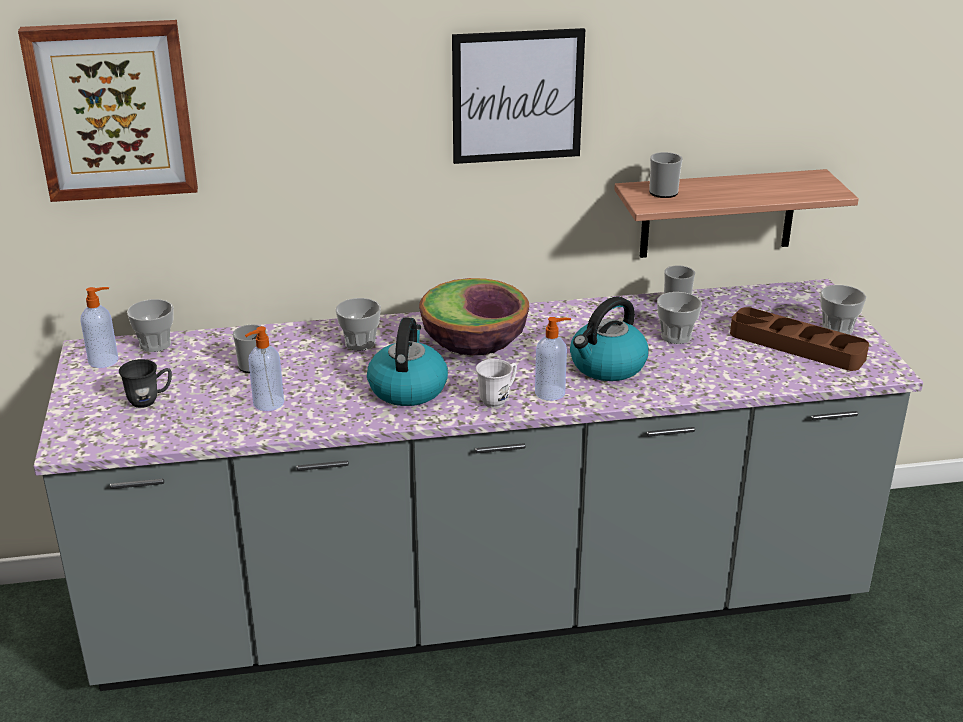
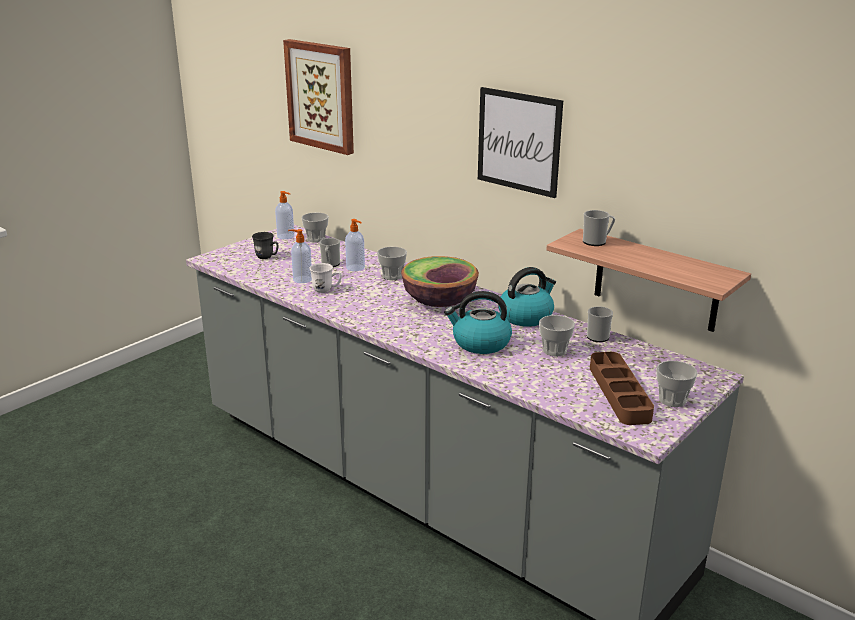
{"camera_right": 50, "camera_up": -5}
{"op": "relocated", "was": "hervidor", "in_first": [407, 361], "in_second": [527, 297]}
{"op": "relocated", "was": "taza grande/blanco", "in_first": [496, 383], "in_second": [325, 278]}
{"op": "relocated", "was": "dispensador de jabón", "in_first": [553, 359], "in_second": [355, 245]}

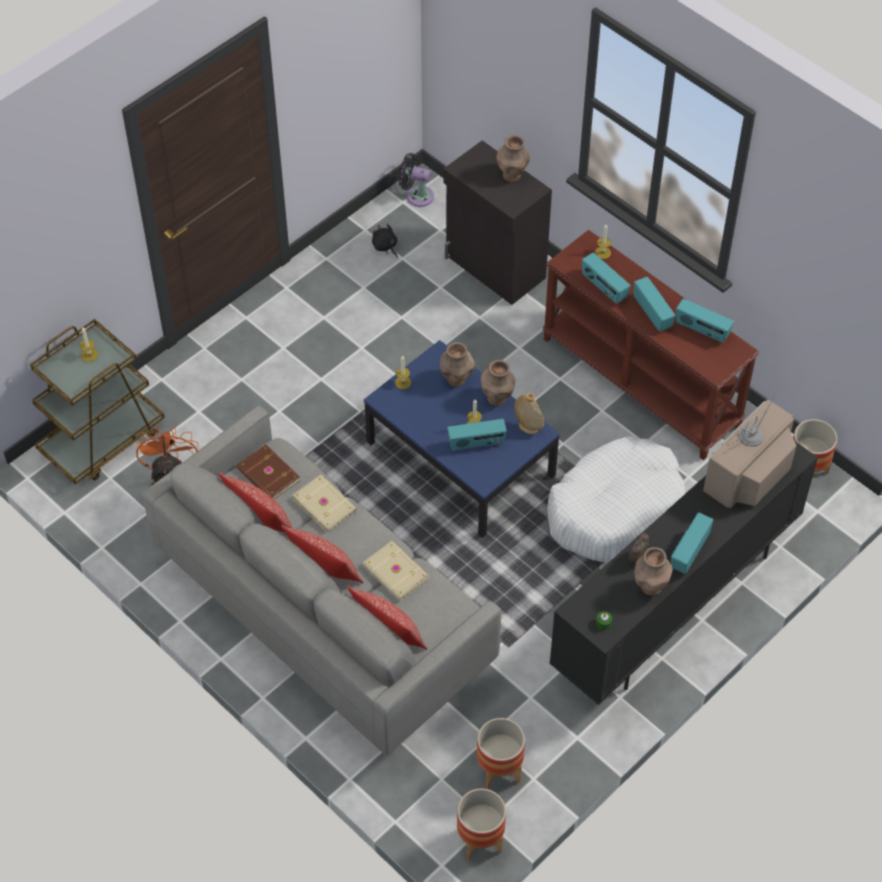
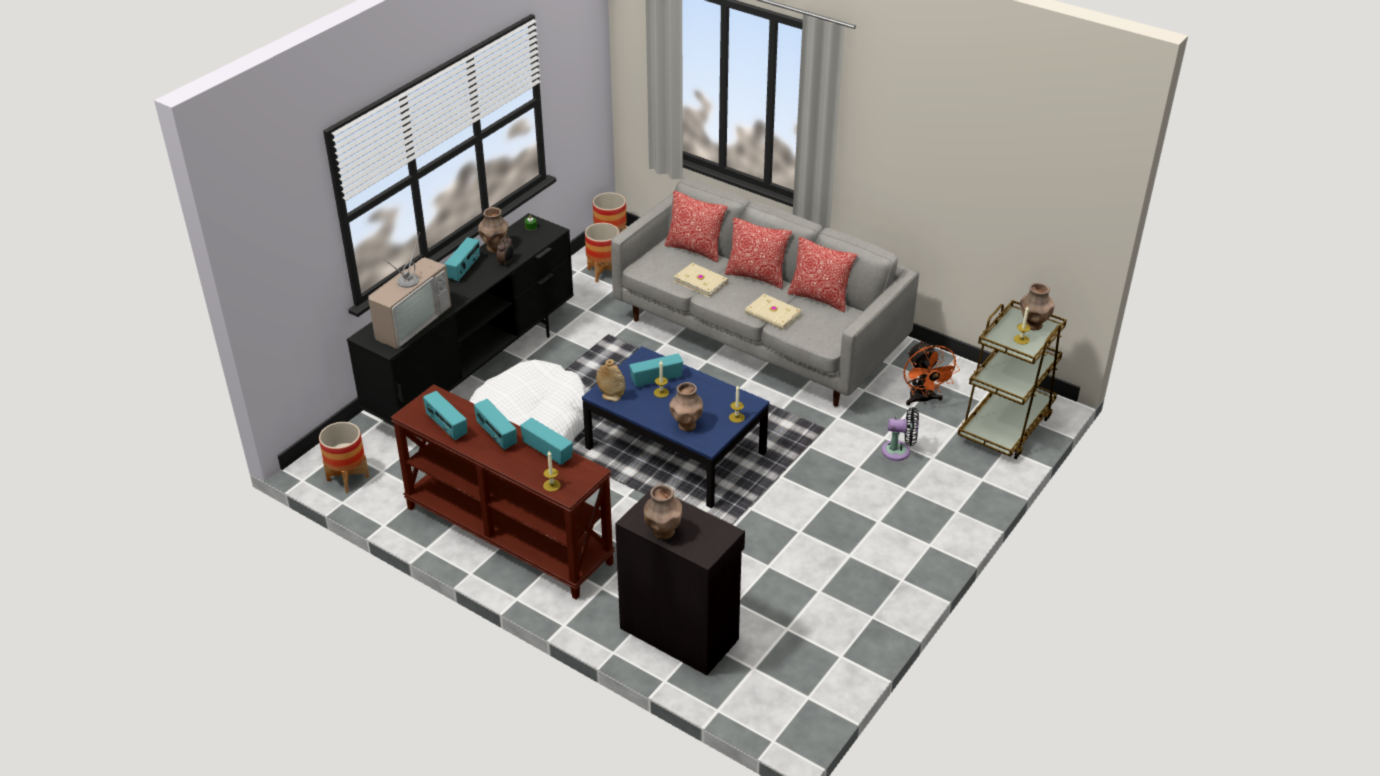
{"camera_right": 170, "camera_up": -15}
{"op": "missing", "was": "libro/marrón", "in_first": [268, 472]}
{"op": "missing", "was": "peluche/negro", "in_first": [385, 241]}
{"op": "relocated", "was": "ventilador/negro", "in_first": [416, 180], "in_second": [900, 434]}
{"op": "relocated", "was": "florero/marrón", "in_first": [498, 383], "in_second": [1037, 306]}
{"op": "spun", "was": "radio", "in_first": [705, 321], "in_second": [445, 415], "clockwise": -150}

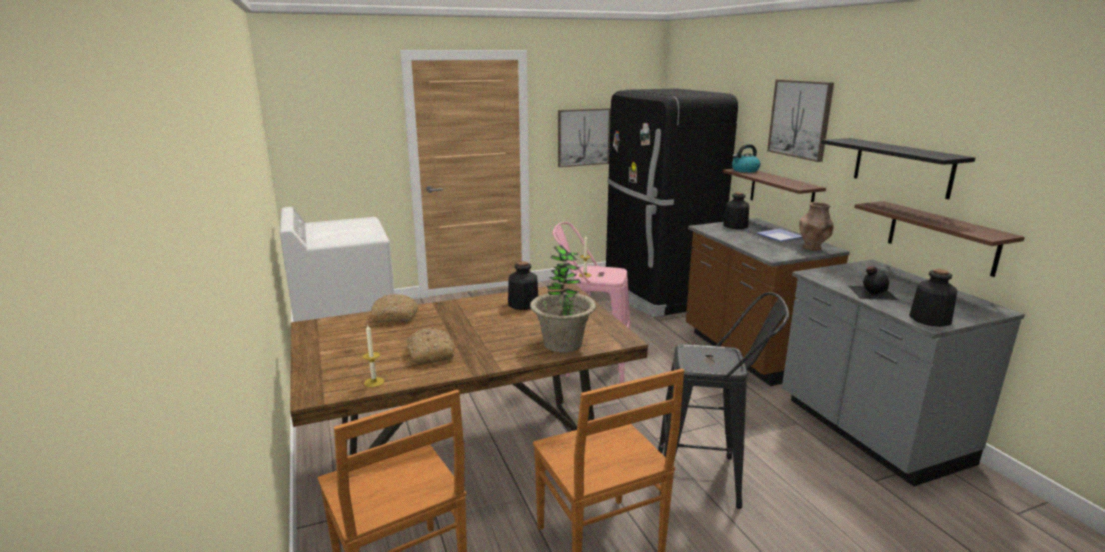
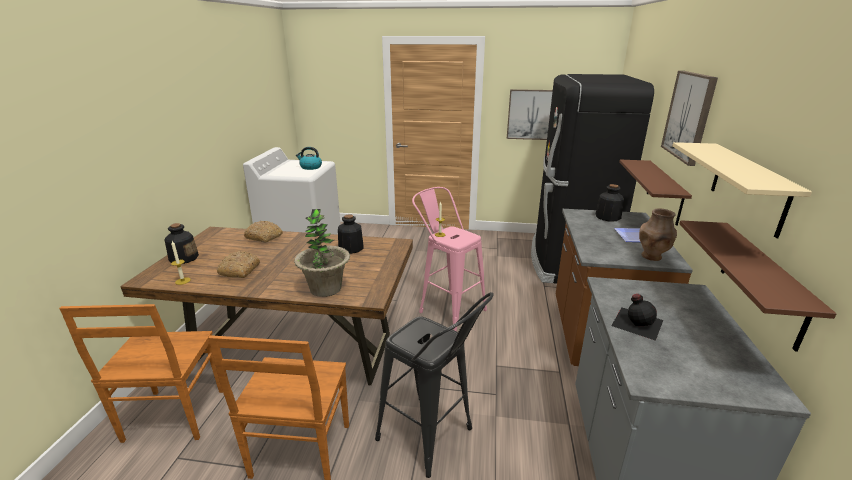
{"camera_right": 30, "camera_up": 5}
{"op": "relocated", "was": "hervidor", "in_first": [746, 158], "in_second": [309, 158]}
{"op": "relocated", "was": "botella", "in_first": [933, 298], "in_second": [181, 243]}
{"op": "colour", "was": "estante/negro", "now": "estante/beis", "in_first": [898, 168], "in_second": [742, 190]}

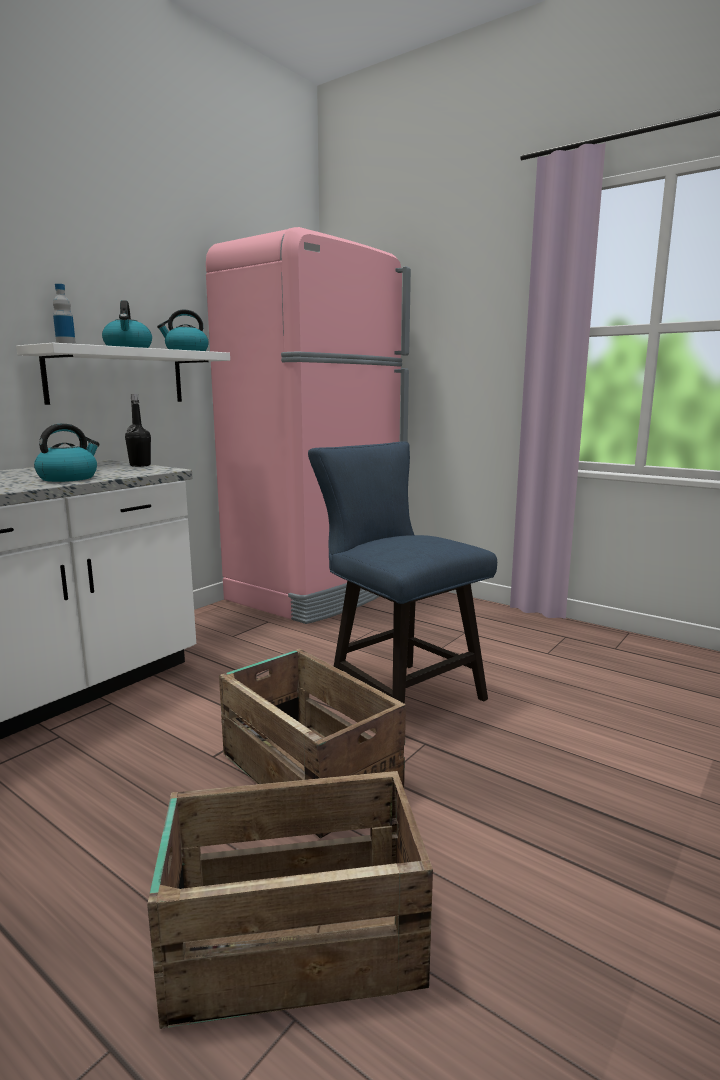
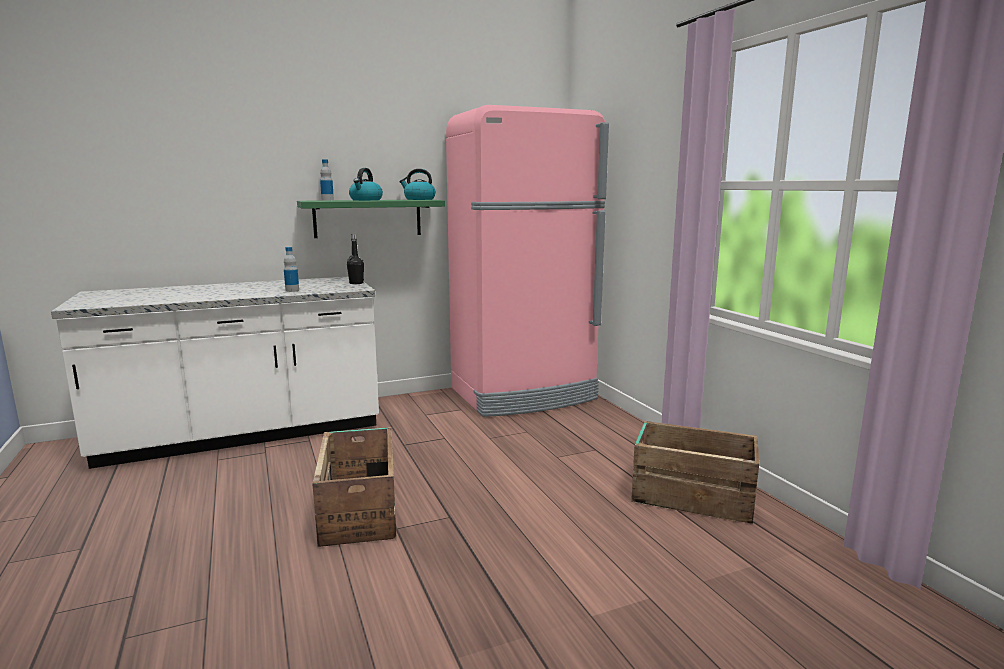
{"camera_right": 30, "camera_up": 0}
{"op": "missing", "was": "silla/azul", "in_first": [402, 572]}
{"op": "relocated", "was": "caja de embalaje", "in_first": [290, 900], "in_second": [695, 472]}
{"op": "exchanged", "was": "hervidor", "now": "botella", "in_first": [67, 453], "in_second": [291, 269]}
{"op": "colour", "was": "estante/blanco", "now": "estante/verde", "in_first": [123, 374], "in_second": [371, 219]}

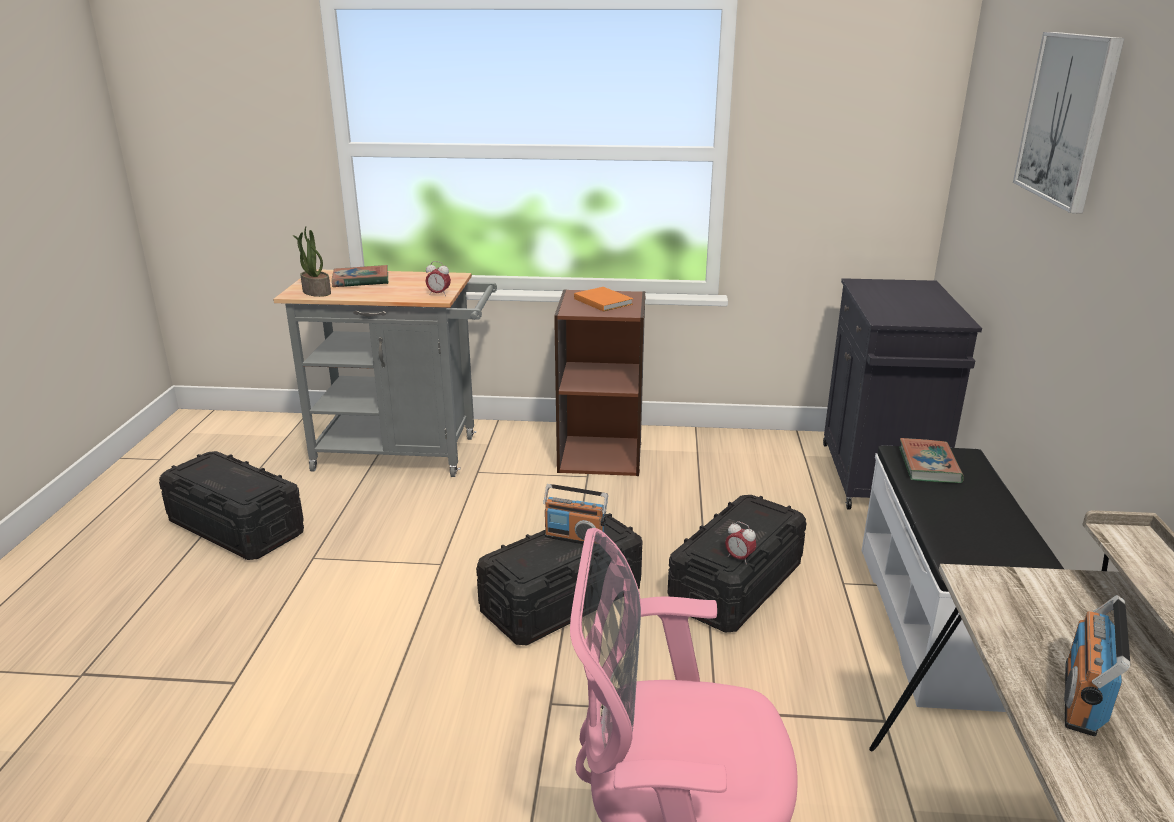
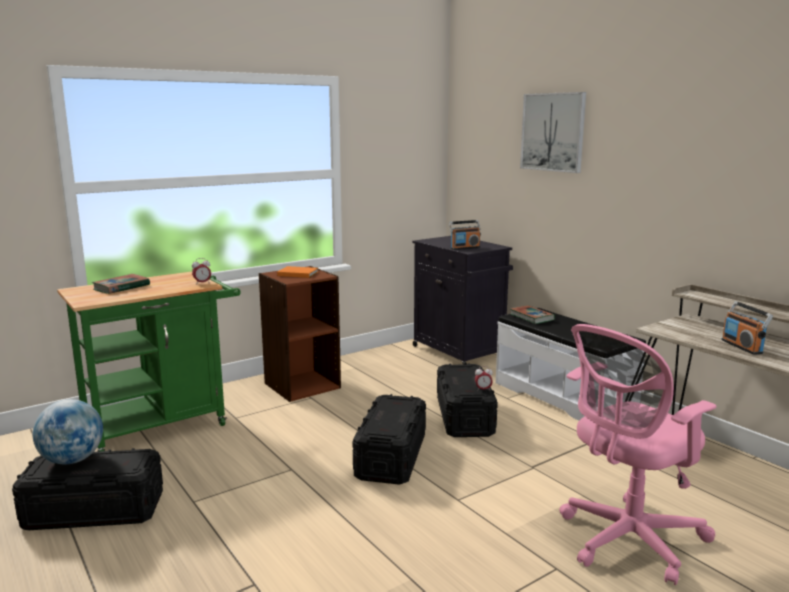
{"camera_right": -40, "camera_up": -10}
{"op": "missing", "was": "planta en maceta", "in_first": [312, 262]}
{"op": "appeared", "now": "globo terráqueo", "in_second": [68, 431]}
{"op": "relocated", "was": "radio", "in_first": [575, 514], "in_second": [465, 235]}
{"op": "colour", "was": "carrito/gris", "now": "carrito/verde", "in_first": [385, 373], "in_second": [149, 362]}

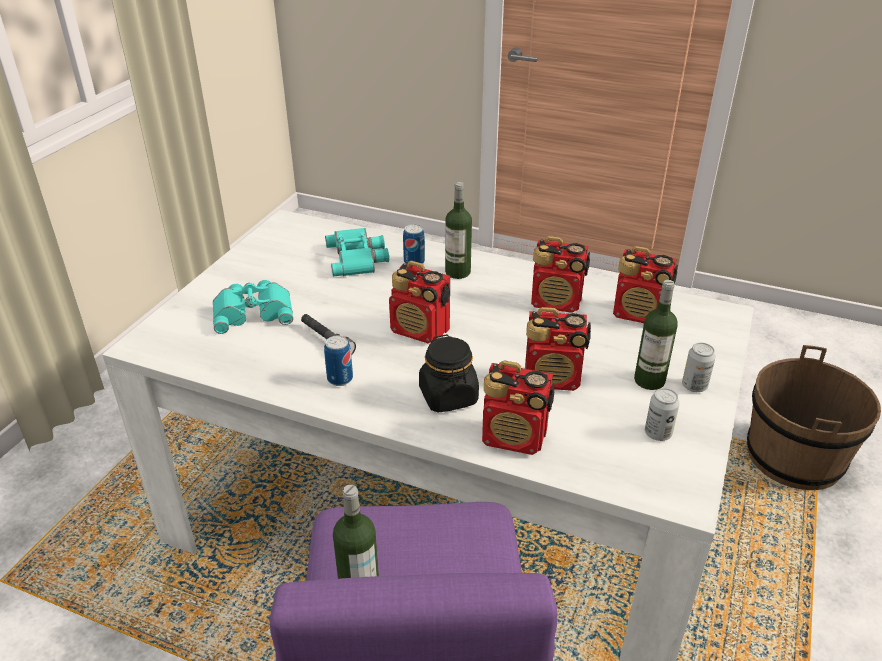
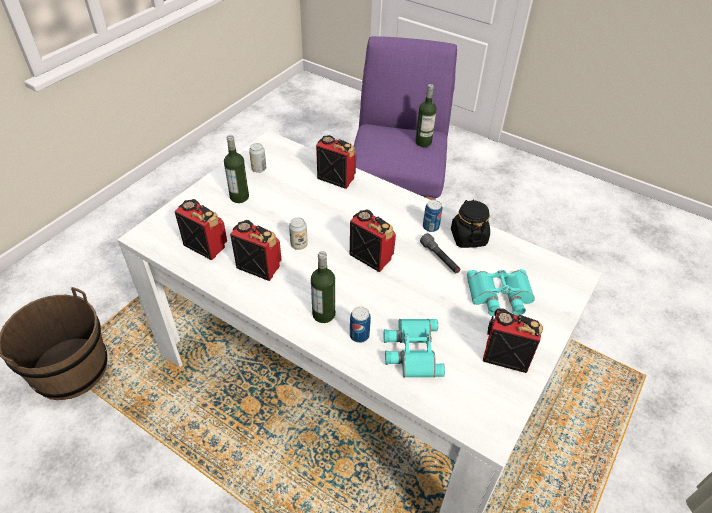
{"camera_right": -170, "camera_up": 10}
{"op": "relocated", "was": "tarro/negro", "in_first": [449, 373], "in_second": [470, 223]}
{"op": "relocated", "was": "radio", "in_first": [558, 349], "in_second": [513, 340]}
{"op": "relocated", "was": "lata", "in_first": [699, 367], "in_second": [298, 233]}

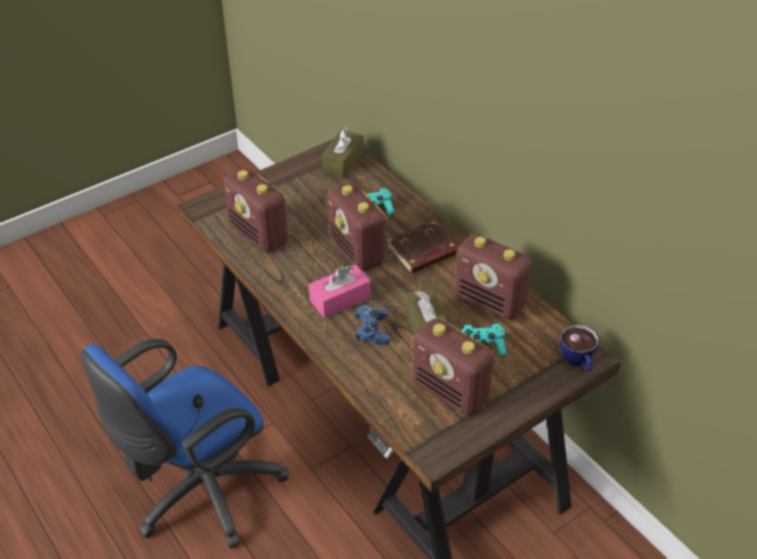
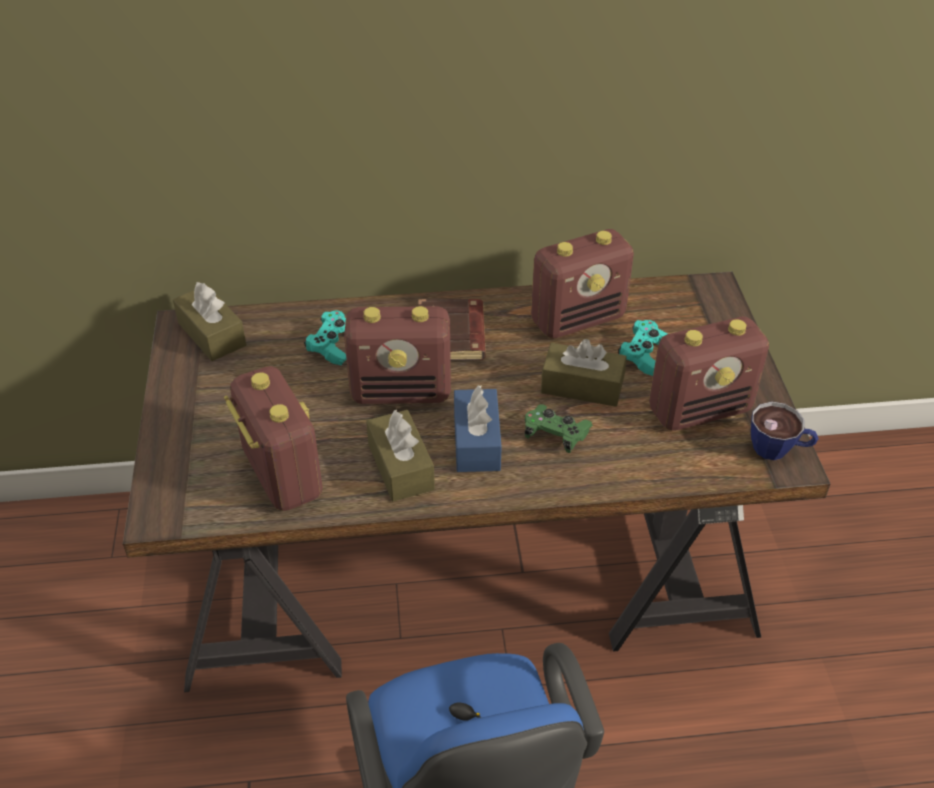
{"camera_right": -60, "camera_up": 0}
{"op": "appeared", "now": "caja de pañuelos/marrón", "in_second": [400, 455]}
{"op": "relocated", "was": "taza", "in_first": [579, 348], "in_second": [784, 431]}
{"op": "colour", "was": "caja de pañuelos/rosa", "now": "caja de pañuelos/azul", "in_first": [340, 291], "in_second": [478, 428]}
{"op": "colour", "was": "mando de consola/azul", "now": "mando de consola/verde", "in_first": [372, 325], "in_second": [558, 428]}
{"op": "spun", "was": "radio", "in_first": [255, 210], "in_second": [273, 438], "clockwise": -105}

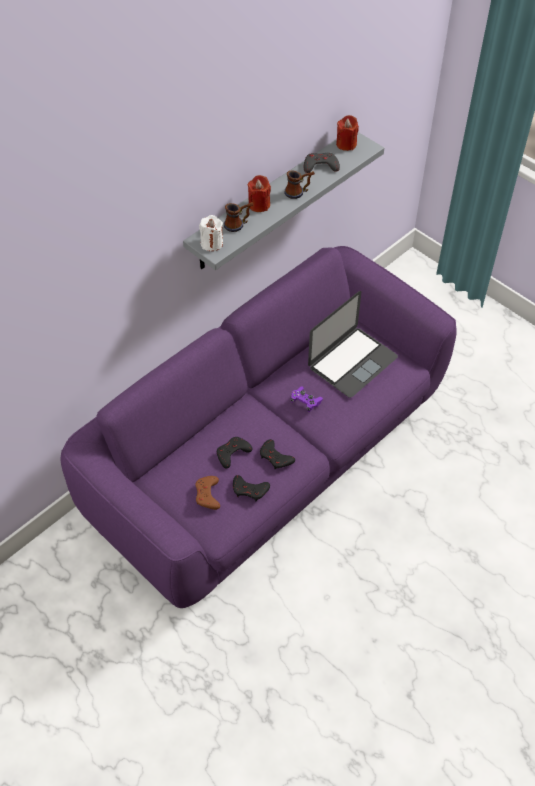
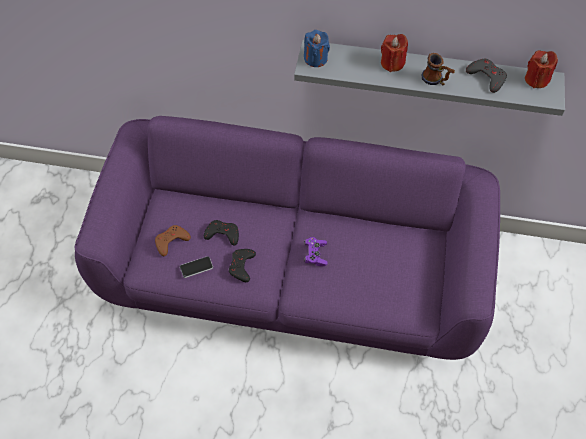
{"camera_right": 55, "camera_up": 5}
{"op": "missing", "was": "taza grande", "in_first": [238, 217]}
{"op": "missing", "was": "portátil", "in_first": [353, 344]}
{"op": "exchanged", "was": "mando de consola/negro", "now": "móvil", "in_first": [251, 488], "in_second": [196, 267]}
{"op": "colour", "was": "vela/blanco", "now": "vela/azul", "in_first": [211, 233], "in_second": [317, 48]}

